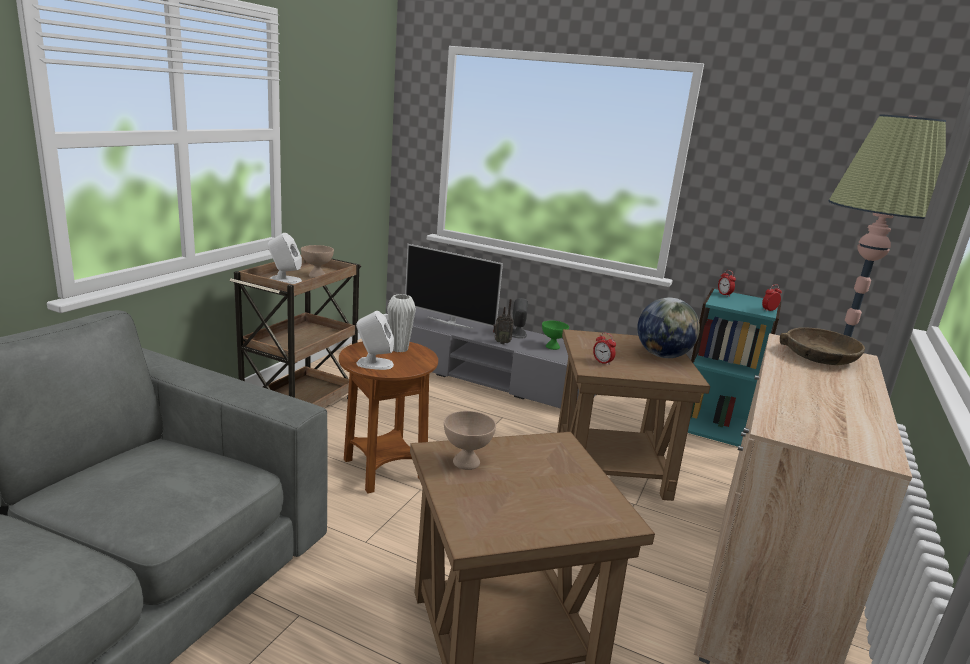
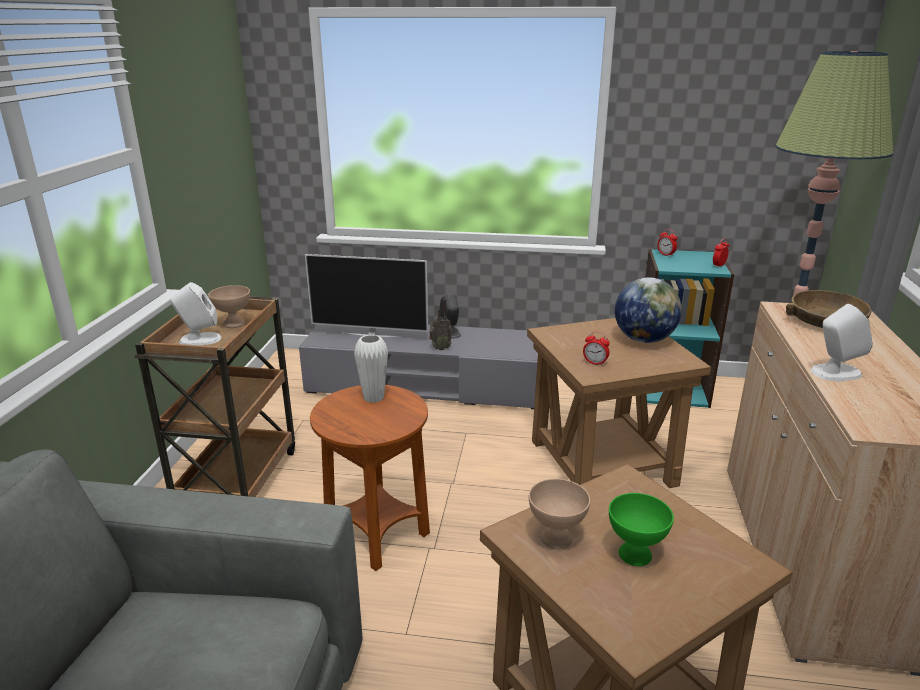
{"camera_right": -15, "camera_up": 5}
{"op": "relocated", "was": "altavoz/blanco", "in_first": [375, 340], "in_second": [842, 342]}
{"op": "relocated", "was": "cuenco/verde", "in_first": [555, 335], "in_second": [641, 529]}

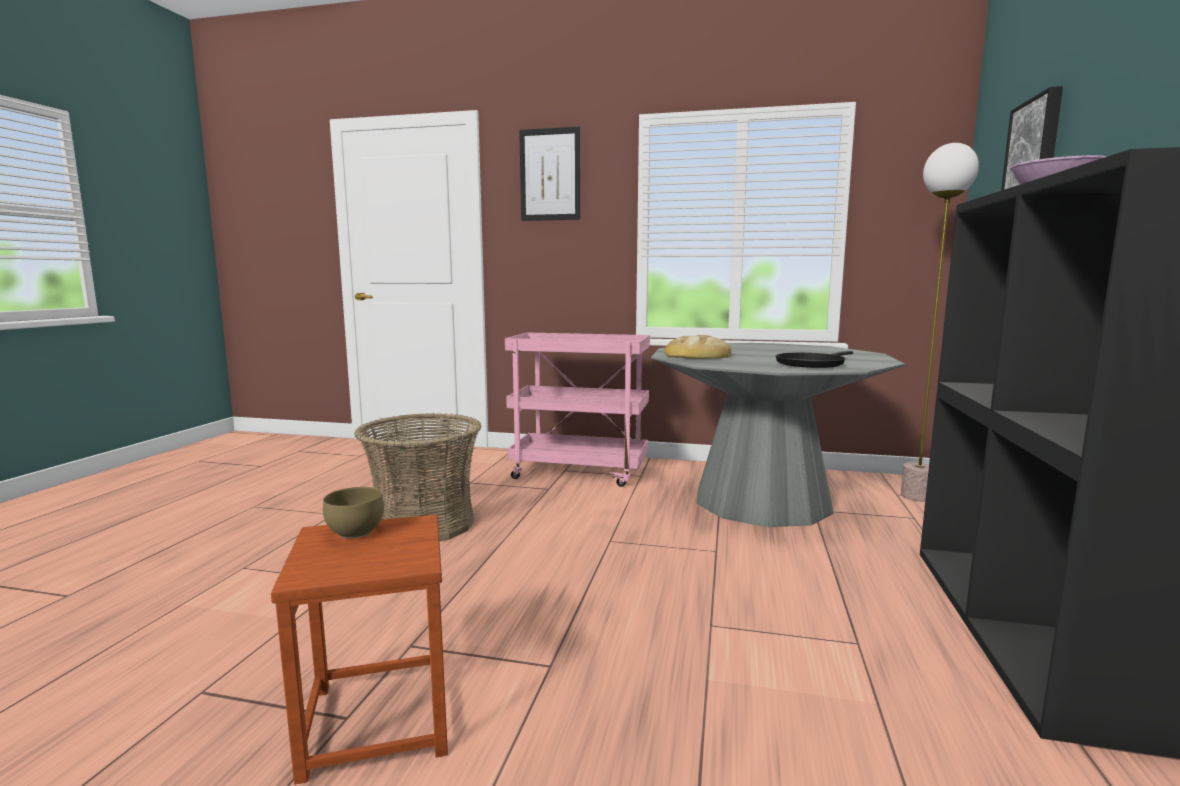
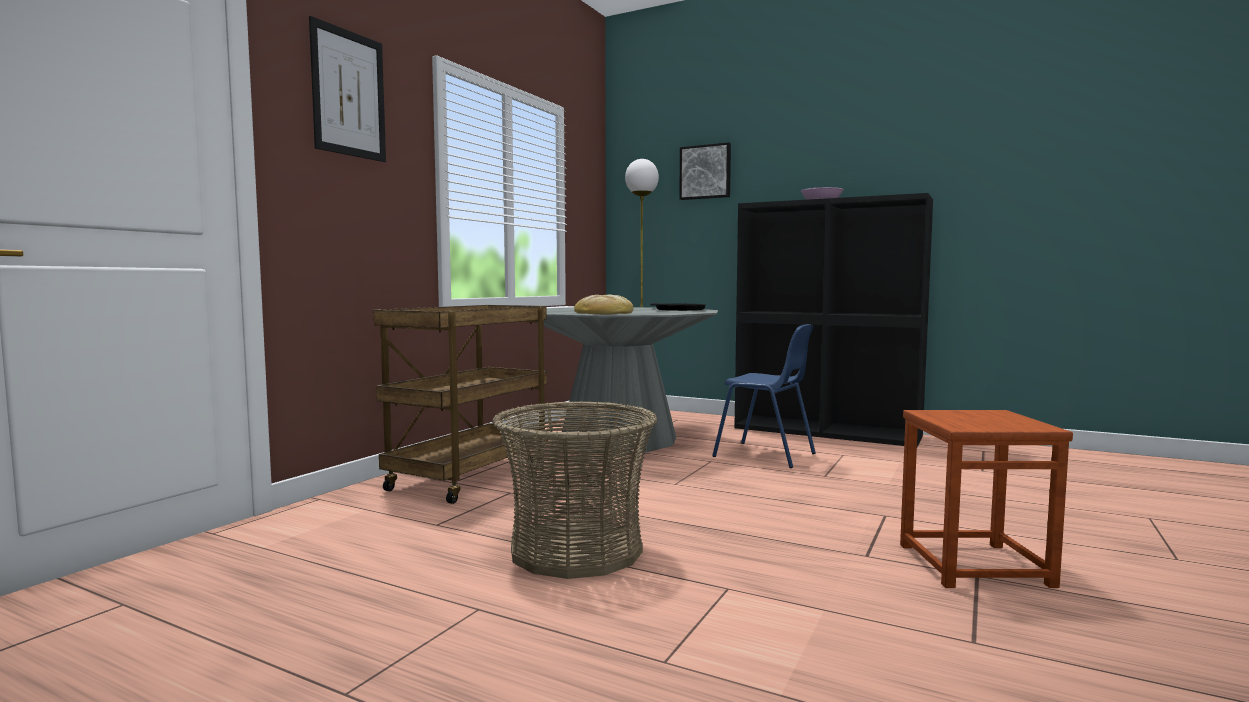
{"camera_right": -75, "camera_up": -5}
{"op": "missing", "was": "cuenco/marrón", "in_first": [353, 513]}
{"op": "appeared", "now": "silla/azul", "in_second": [764, 396]}
{"op": "colour", "was": "carrito/rosa", "now": "carrito/marrón", "in_first": [577, 409], "in_second": [460, 404]}

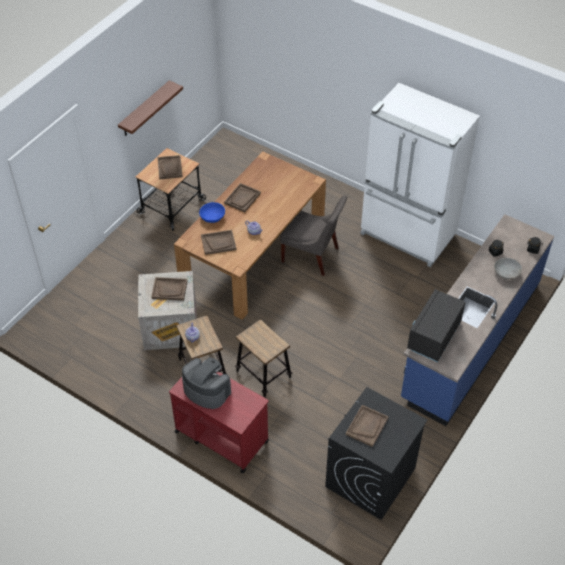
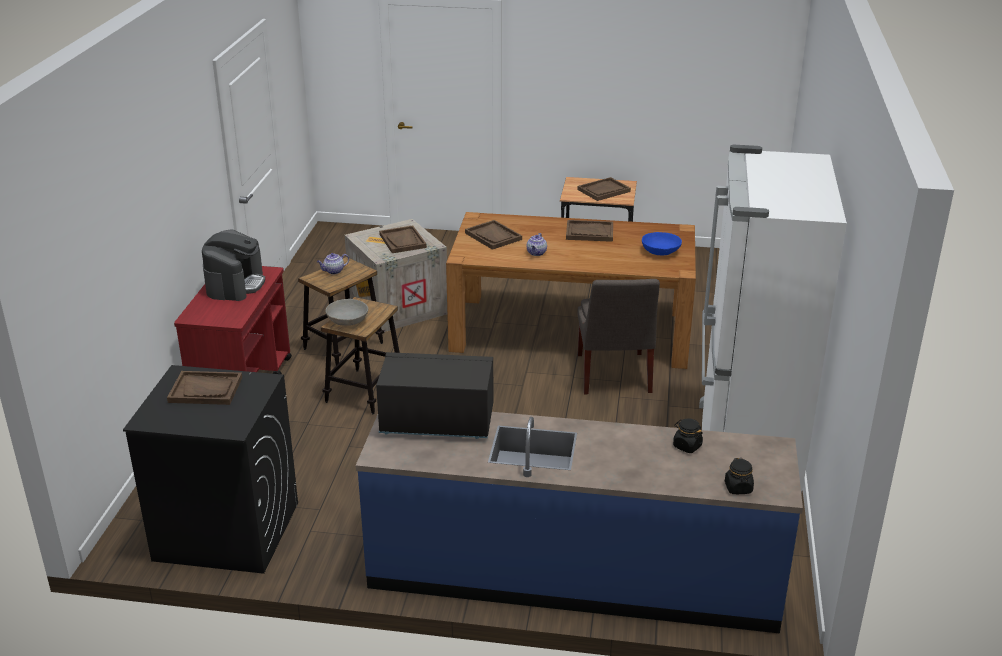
{"camera_right": 65, "camera_up": -20}
{"op": "missing", "was": "estante/marrón", "in_first": [150, 108]}
{"op": "relocated", "was": "cuenco/azul", "in_first": [212, 212], "in_second": [662, 243]}
{"op": "relocated", "was": "cuenco/gris", "in_first": [508, 269], "in_second": [347, 312]}

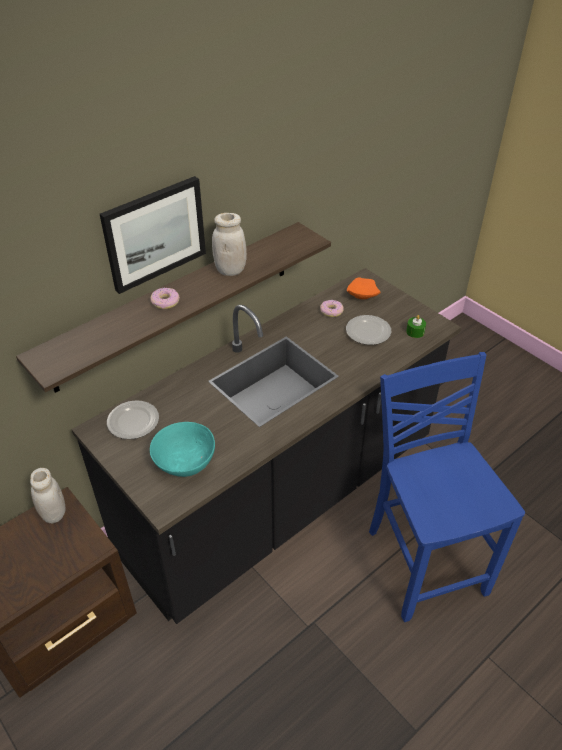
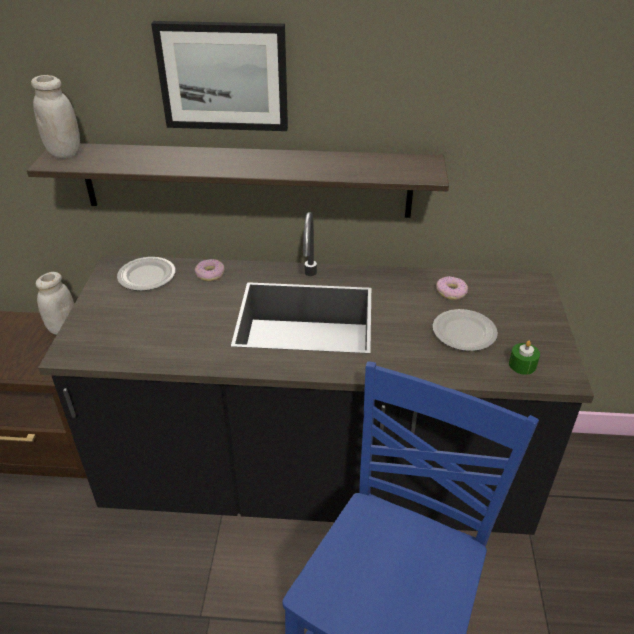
{"camera_right": 45, "camera_up": -5}
{"op": "missing", "was": "cuenco/turquesa", "in_first": [182, 449]}
{"op": "missing", "was": "plato/naranja", "in_first": [364, 288]}
{"op": "relocated", "was": "rosquilla", "in_first": [165, 298], "in_second": [210, 270]}
{"op": "relocated", "was": "tarro/blanco", "in_first": [229, 244], "in_second": [55, 116]}

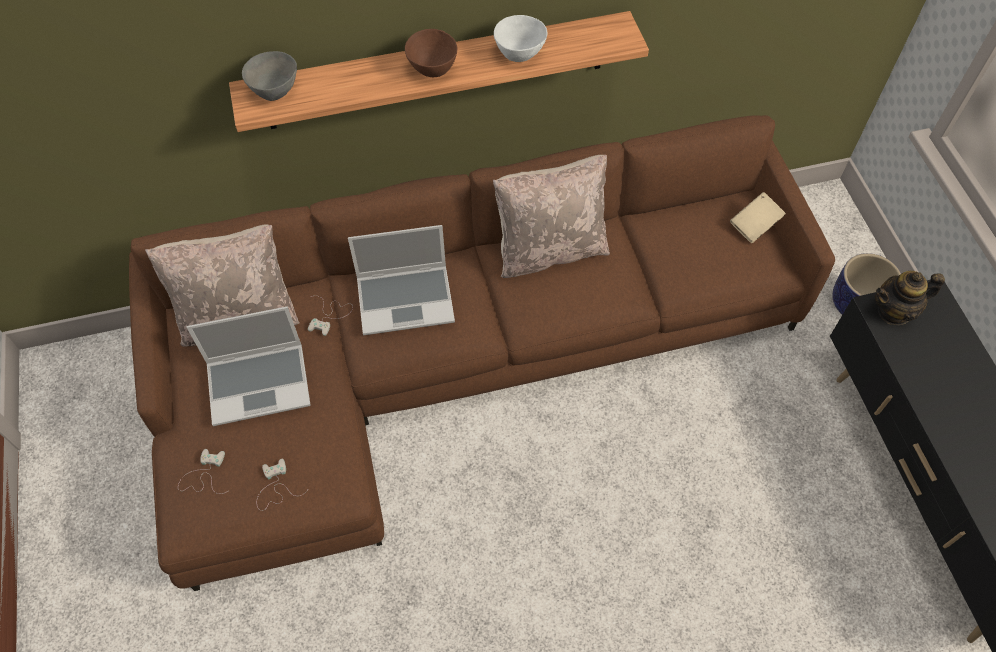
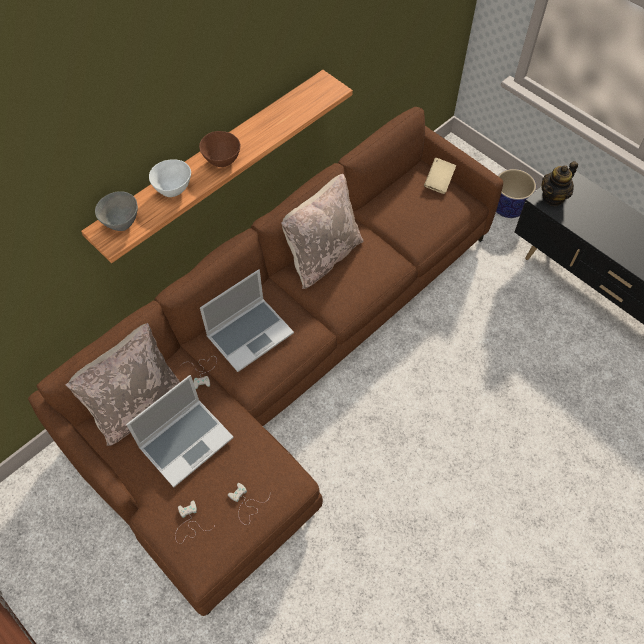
{"camera_right": -30, "camera_up": 0}
{"op": "relocated", "was": "cuenco/blanco", "in_first": [520, 38], "in_second": [170, 178]}

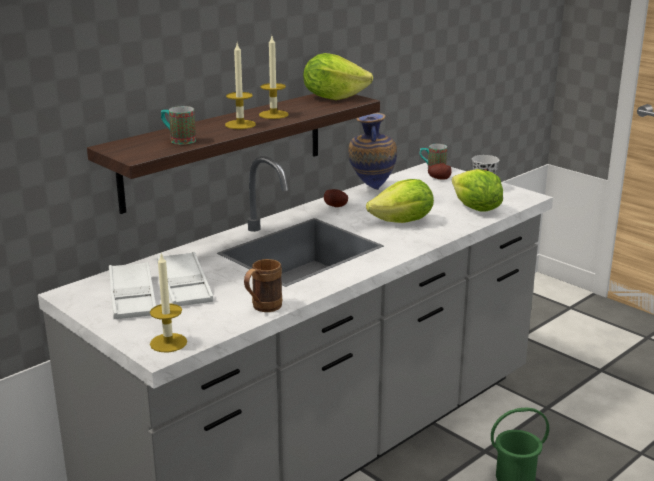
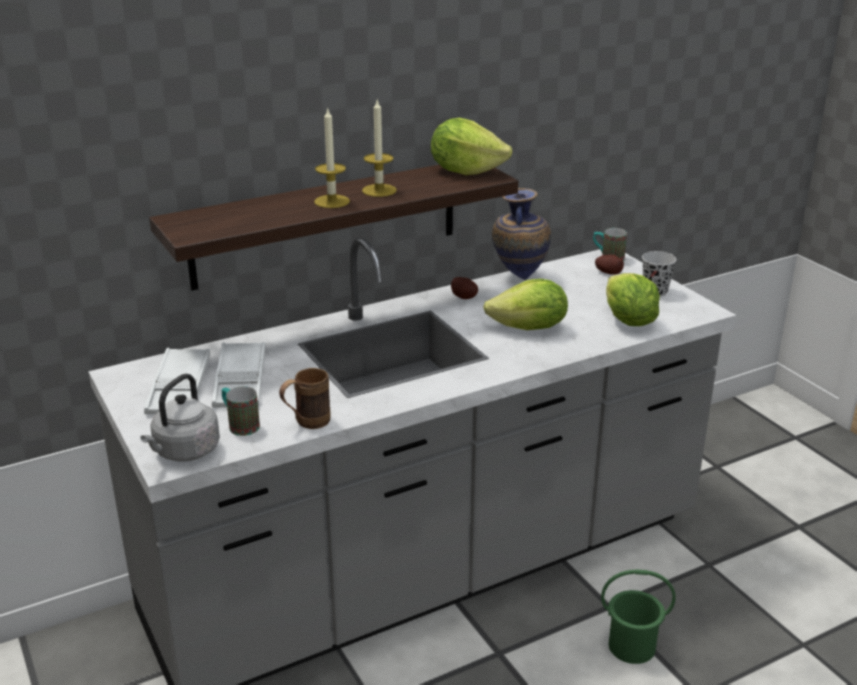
{"camera_right": 15, "camera_up": 5}
{"op": "relocated", "was": "taza grande", "in_first": [178, 125], "in_second": [241, 411]}
{"op": "exchanged", "was": "vela", "now": "hervidor/gris", "in_first": [168, 302], "in_second": [180, 418]}

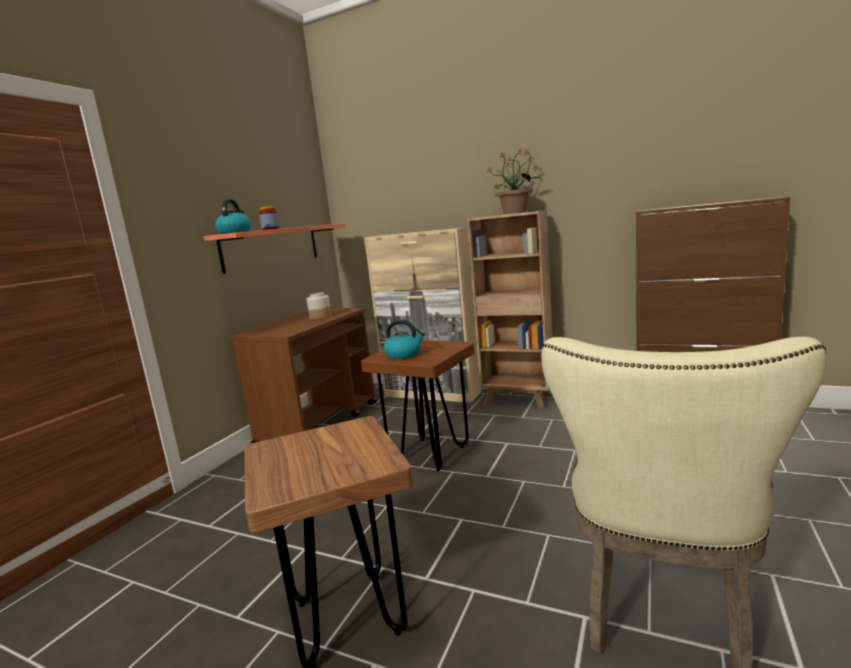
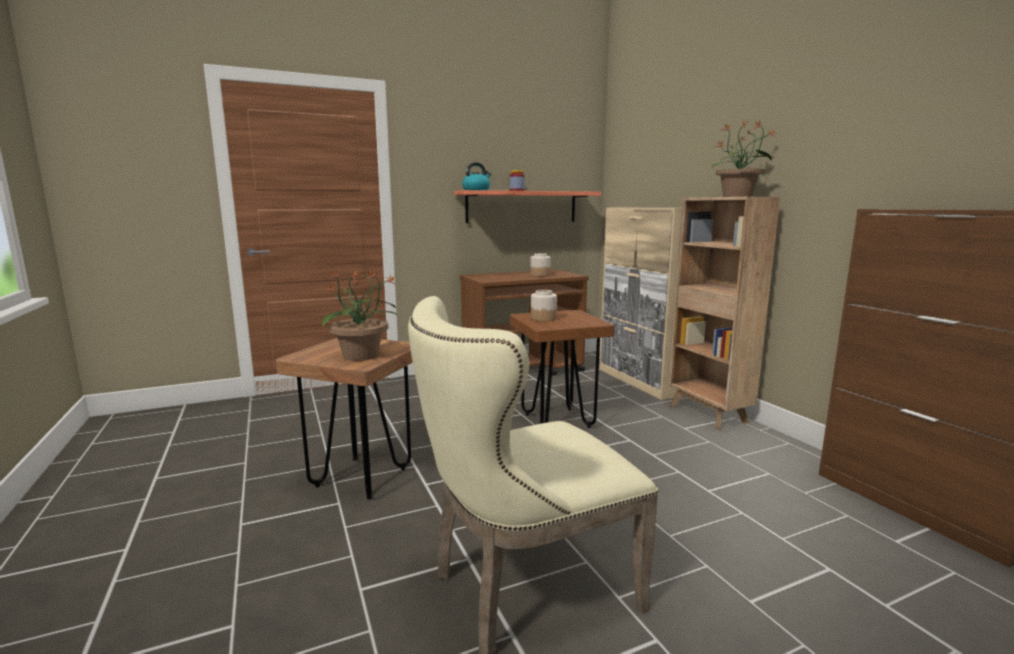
{"camera_right": 40, "camera_up": 0}
{"op": "appeared", "now": "planta en maceta", "in_second": [360, 315]}
{"op": "exchanged", "was": "hervidor", "now": "tarro", "in_first": [404, 339], "in_second": [544, 305]}

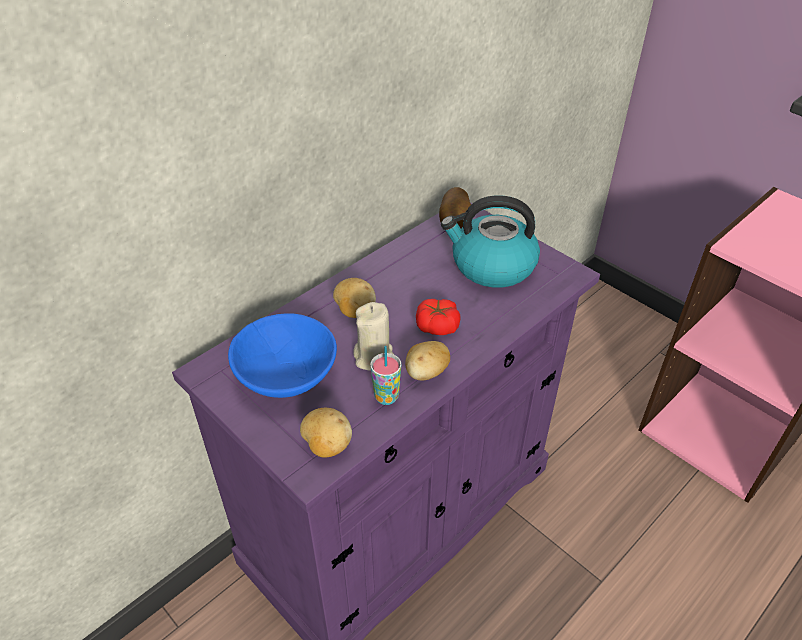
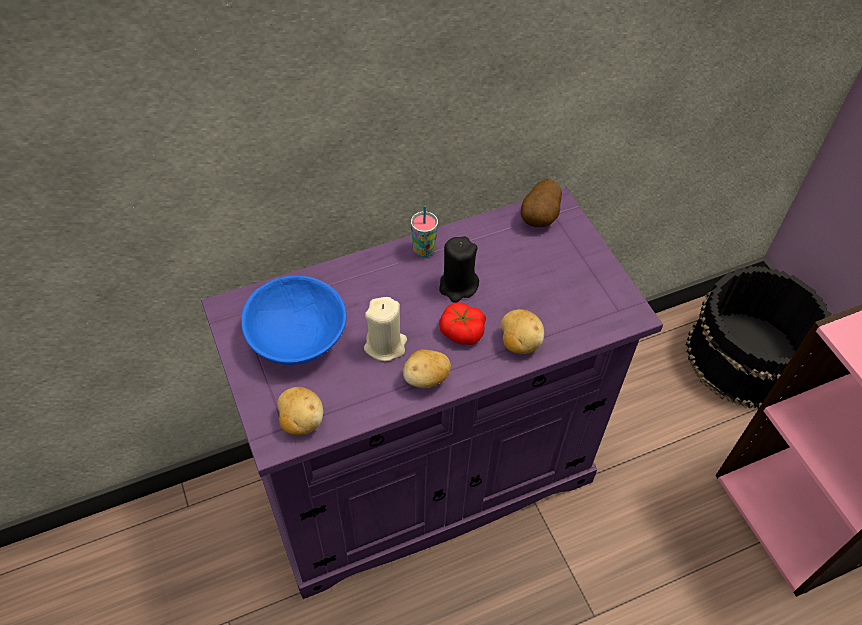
{"camera_right": 20, "camera_up": 10}
{"op": "missing", "was": "hervidor", "in_first": [490, 241]}
{"op": "appeared", "now": "vela/negro", "in_second": [459, 269]}
{"op": "appeared", "now": "cubo/negro", "in_second": [759, 337]}
{"op": "relocated", "was": "patata", "in_first": [354, 298], "in_second": [522, 331]}
{"op": "relocated", "was": "taza", "in_first": [386, 375], "in_second": [424, 231]}

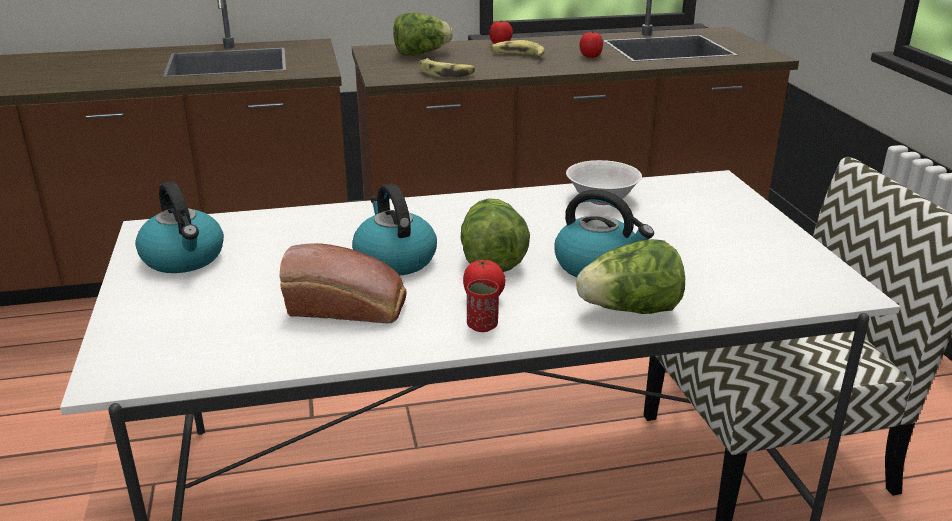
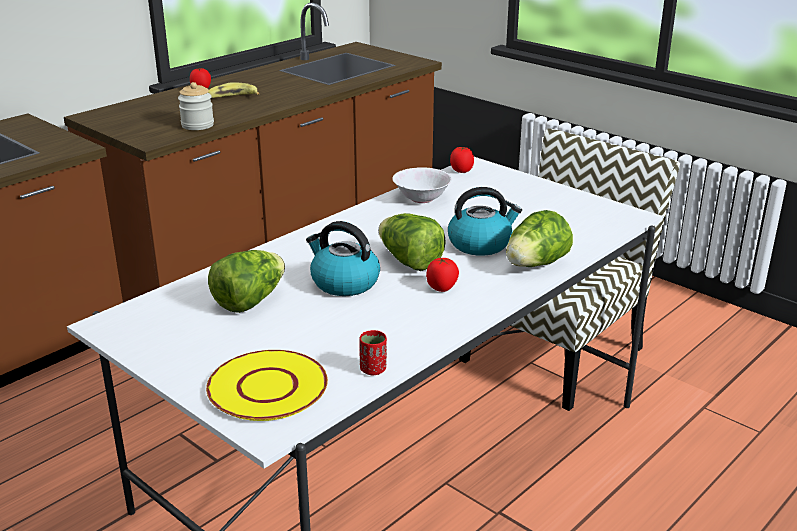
{"camera_right": -35, "camera_up": 0}
{"op": "missing", "was": "hervidor", "in_first": [179, 227]}
{"op": "missing", "was": "pan", "in_first": [343, 283]}
{"op": "appeared", "now": "plato/amarillo", "in_second": [267, 385]}
{"op": "relocated", "was": "lechuga", "in_first": [423, 34], "in_second": [246, 281]}
{"op": "relocated", "was": "taza/rojo", "in_first": [483, 305], "in_second": [373, 352]}
{"op": "relocated", "was": "tomate", "in_first": [591, 44], "in_second": [462, 160]}
{"op": "exchanged", "was": "plátano", "now": "tarro", "in_first": [447, 68], "in_second": [196, 106]}

